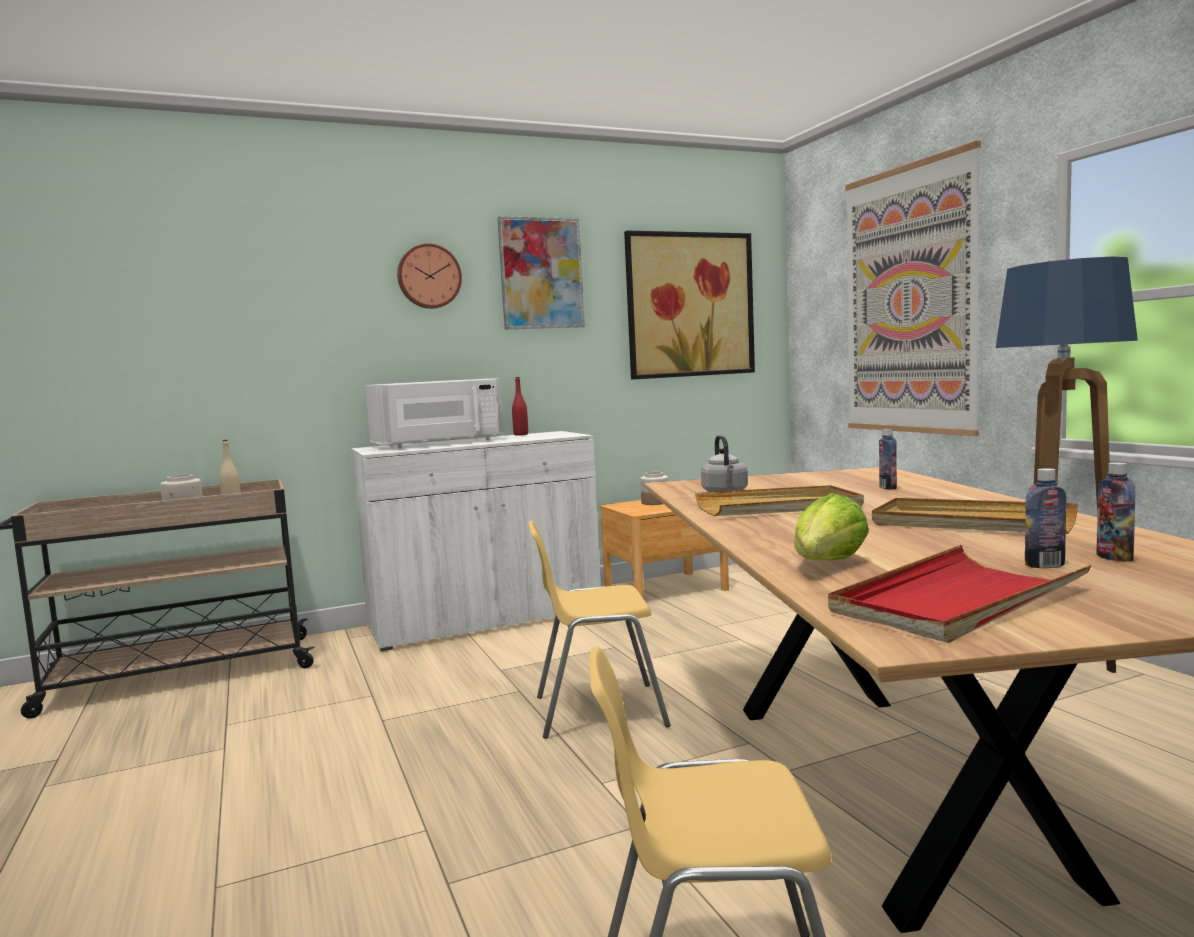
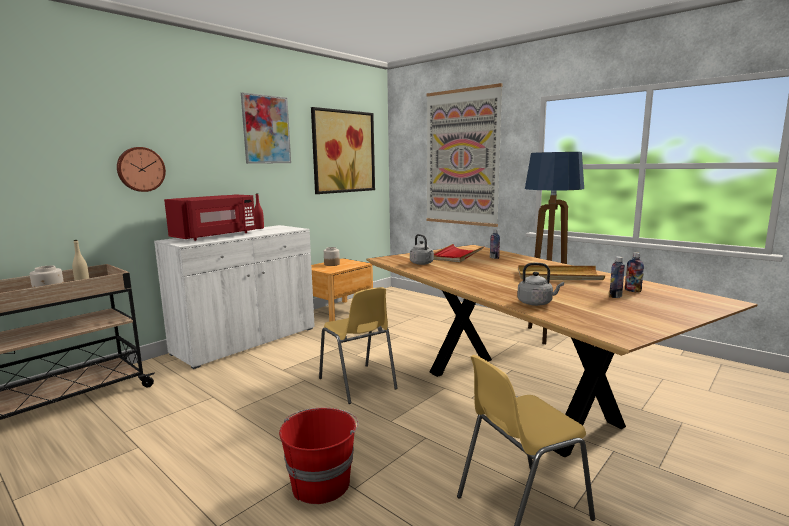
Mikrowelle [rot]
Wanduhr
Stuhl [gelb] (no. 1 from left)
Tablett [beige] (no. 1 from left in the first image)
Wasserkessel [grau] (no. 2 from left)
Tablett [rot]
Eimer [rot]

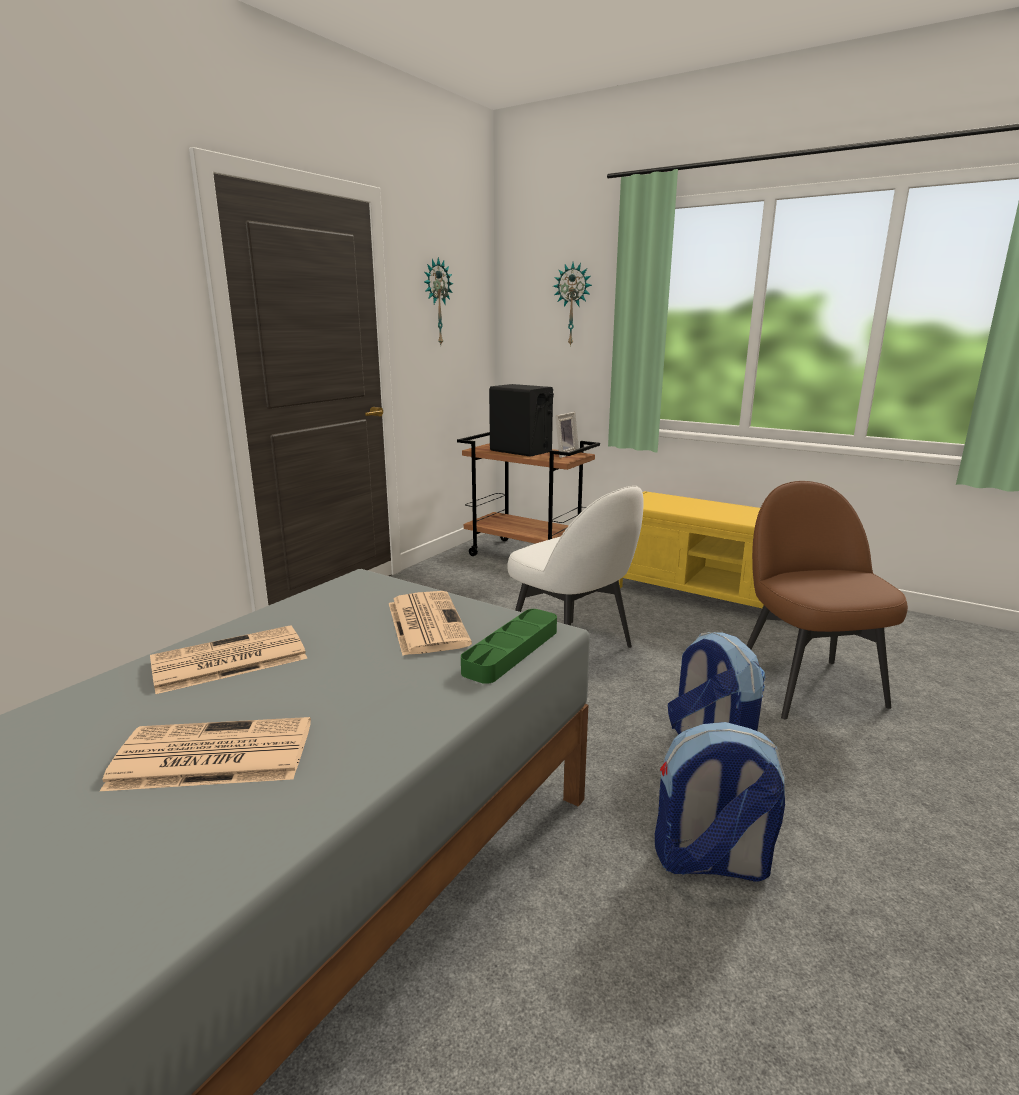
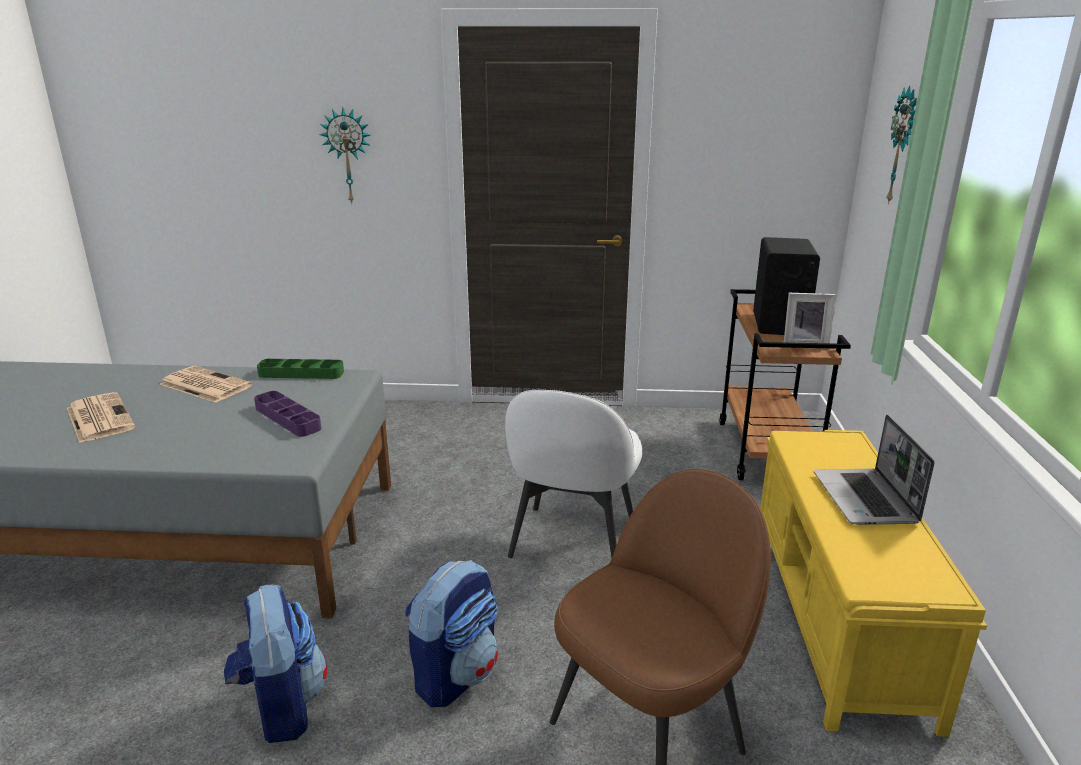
Tablett [lila]
Wanduhr (no. 1 from left)
Tablett [grün]
Laptop

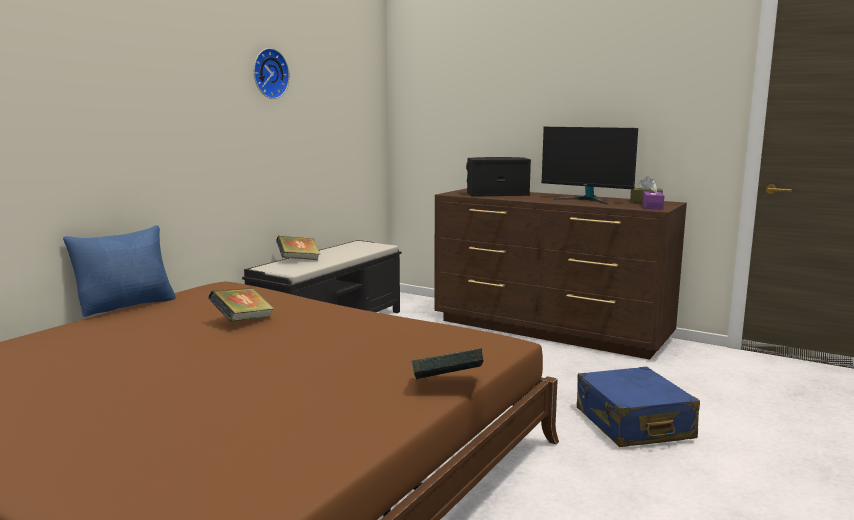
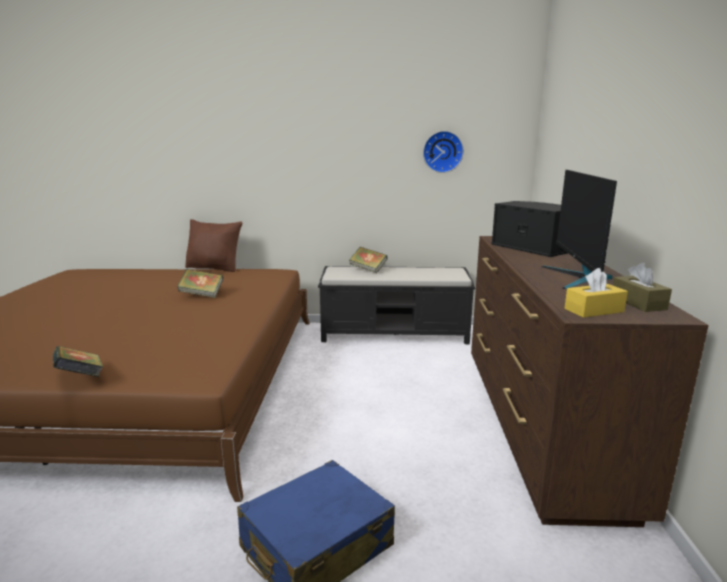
Kissen [braun]
Wanduhr
Taschentuchbox [gelb]

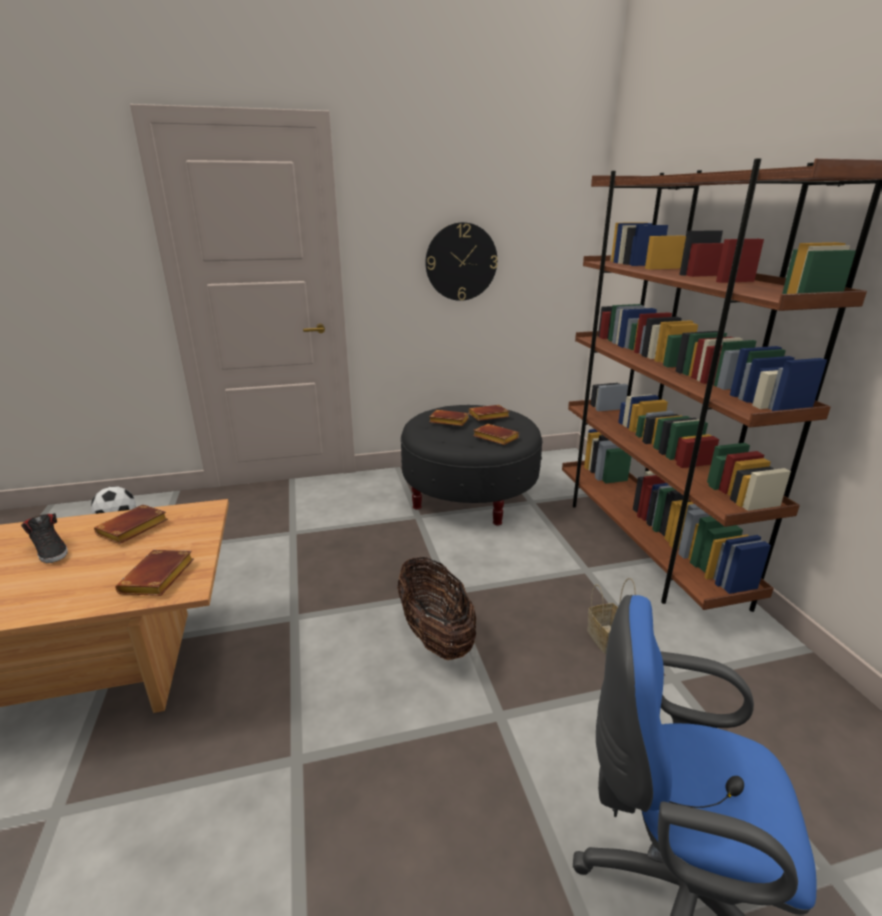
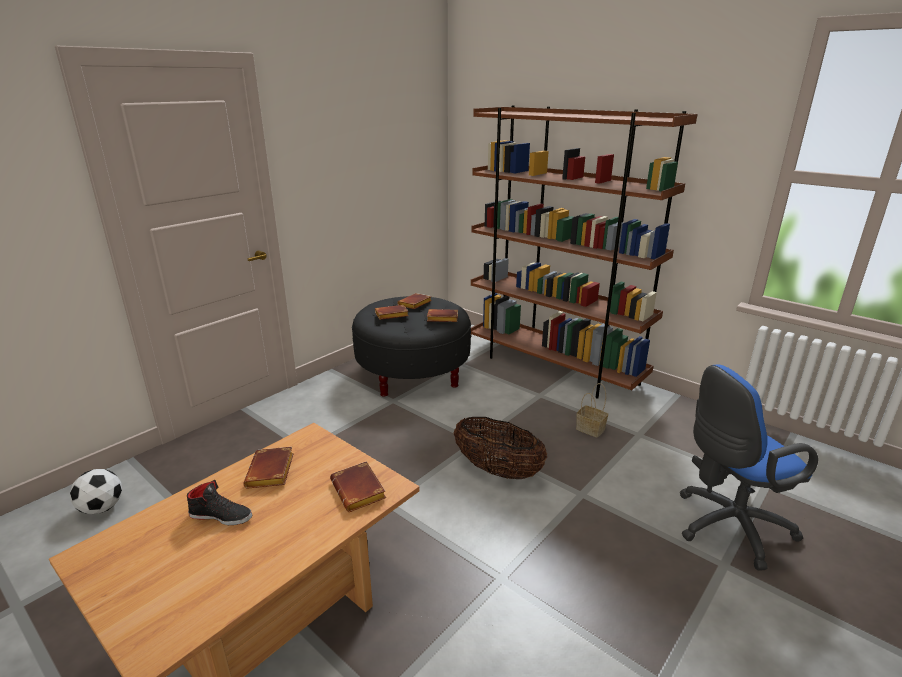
Wanduhr

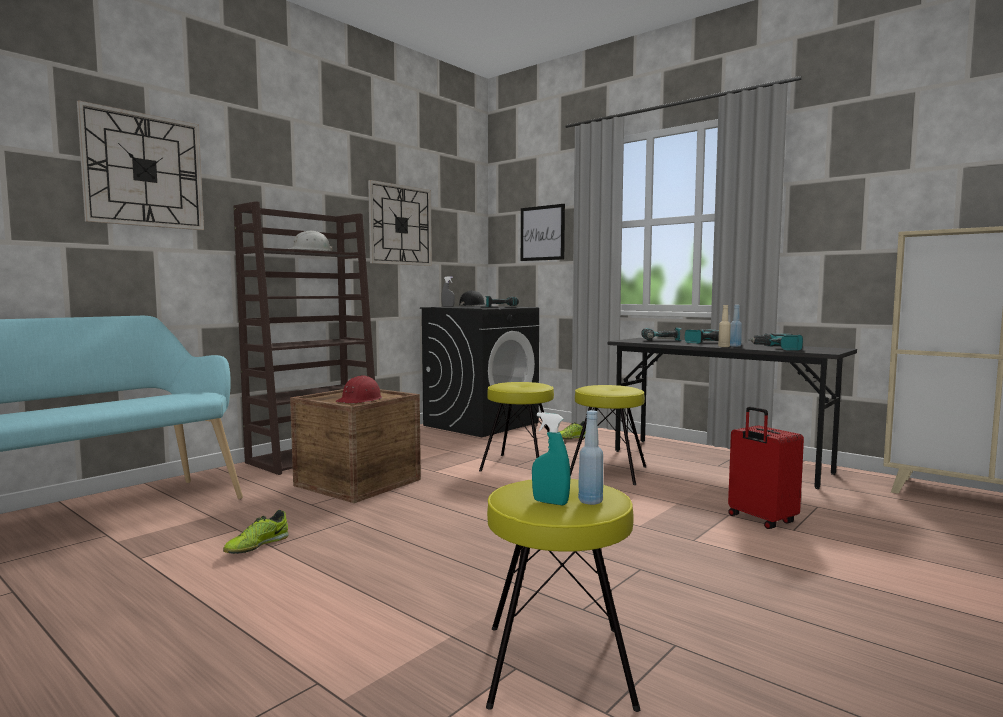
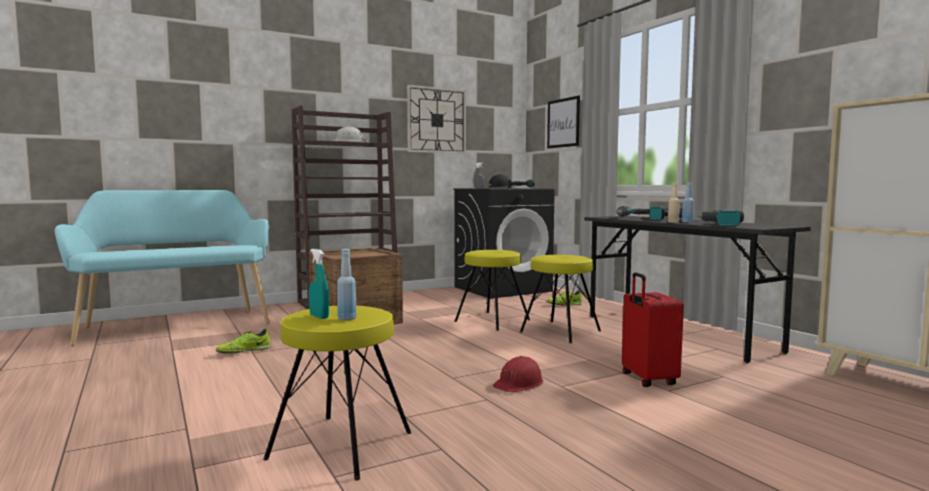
Wanduhr (no. 1 from left in the first image)
Schutzhelm [rot]

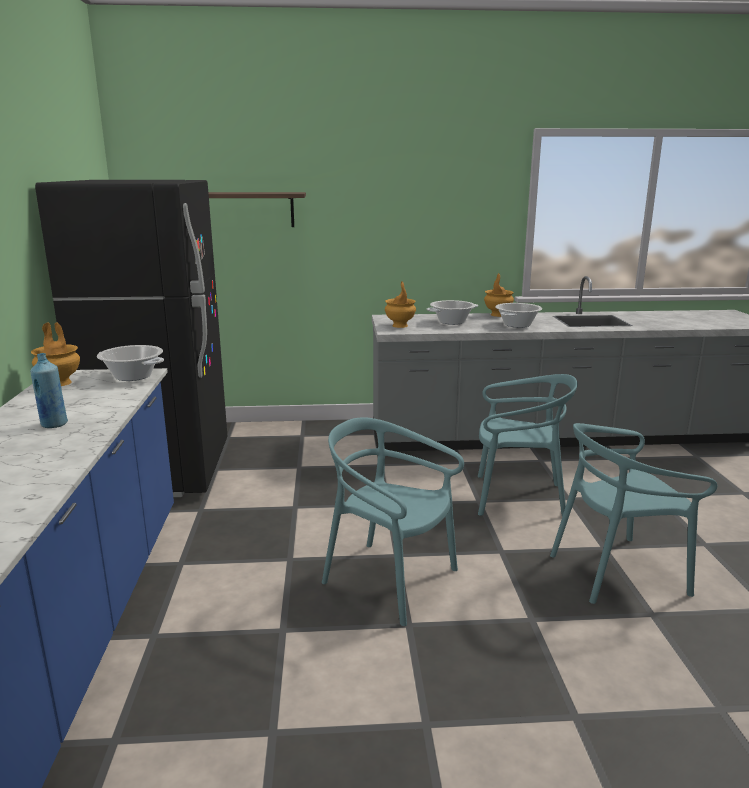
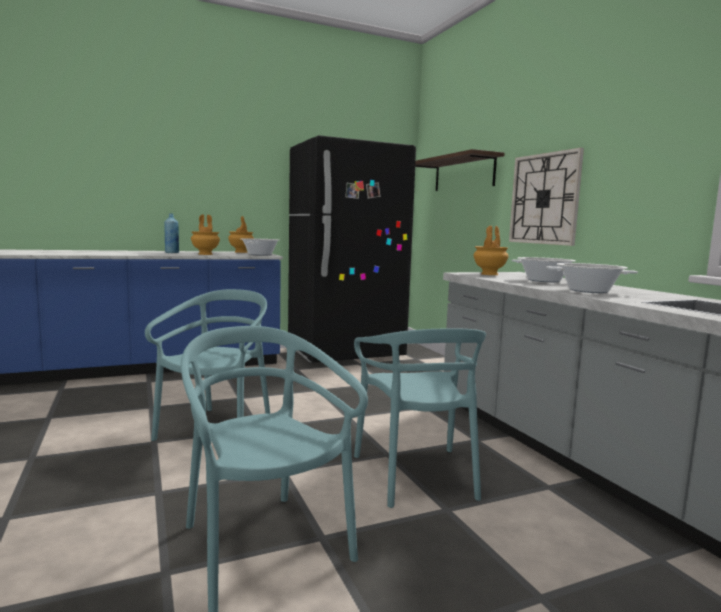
Vase [braun] (no. 1 from left)
Wanduhr

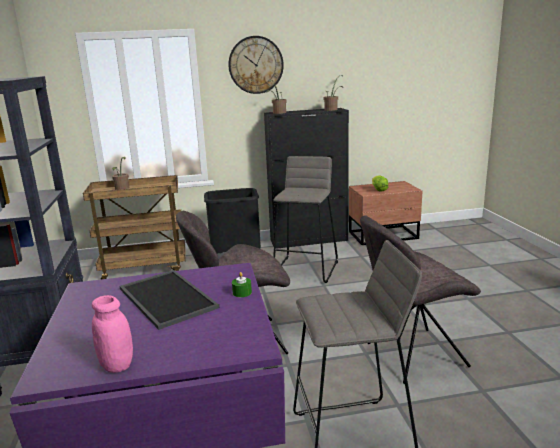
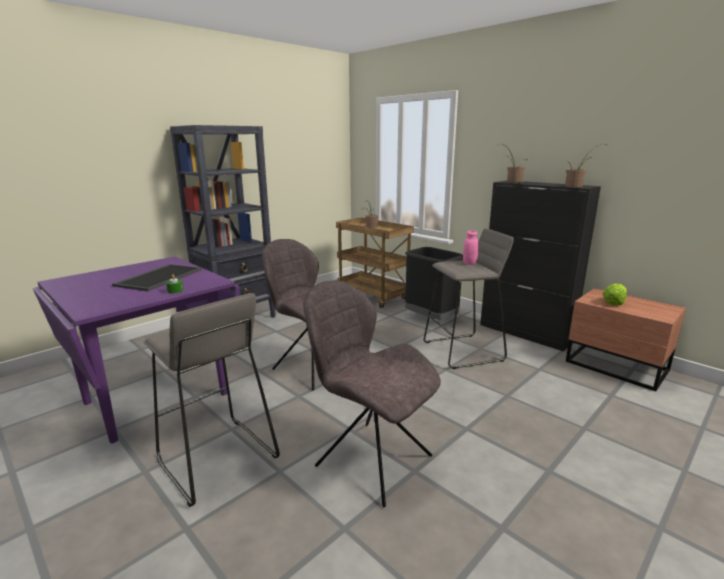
Vorratsglas [rosa]
Wanduhr

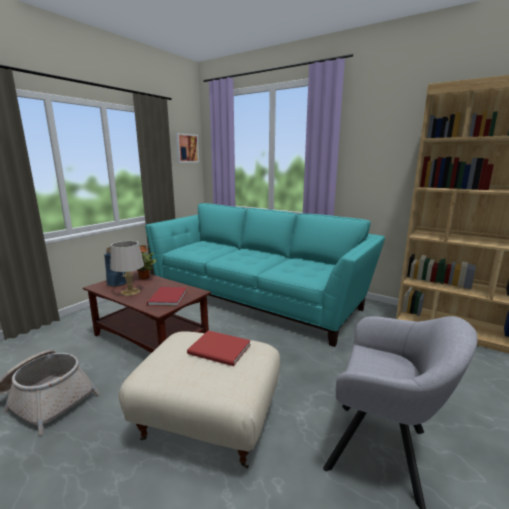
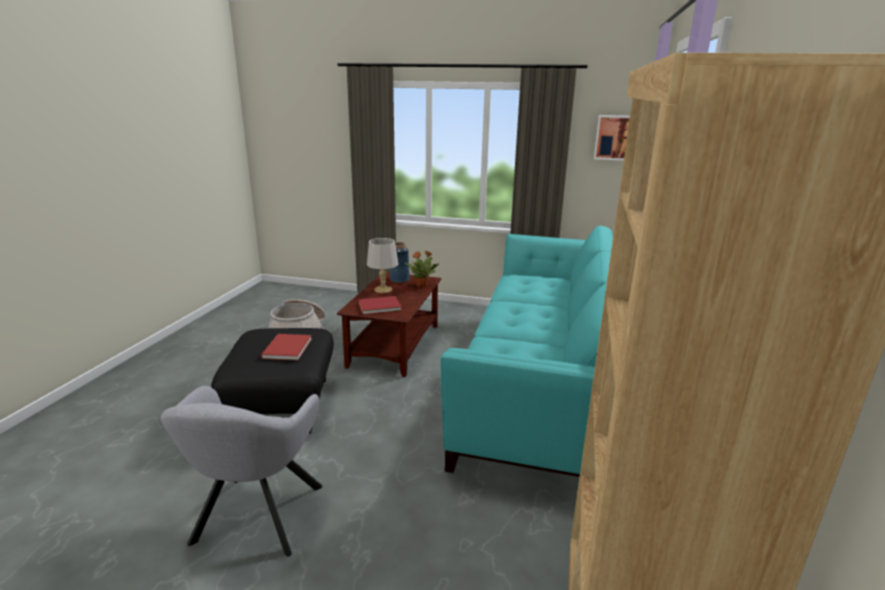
Polsterhocker [schwarz]

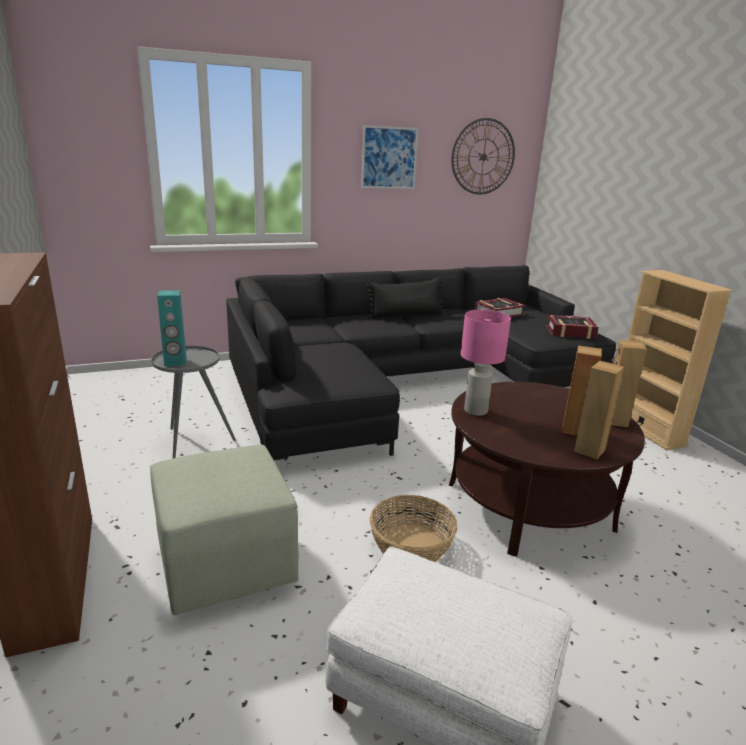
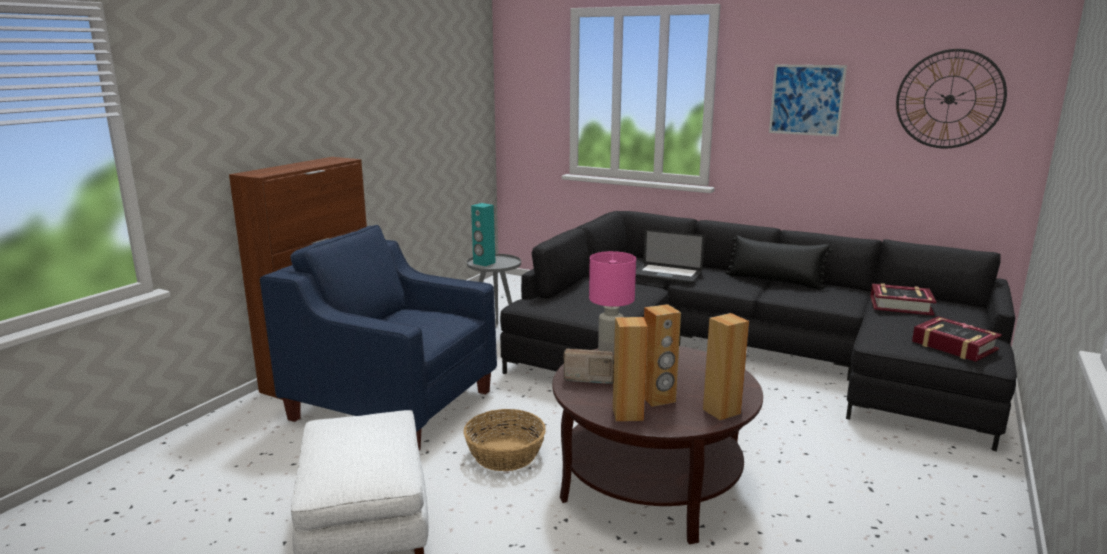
Sessel [blau]
Bücherregal [beige]
Radio
Laptop

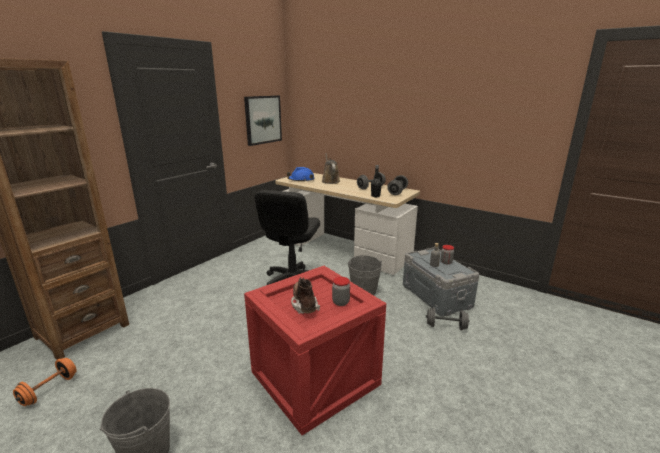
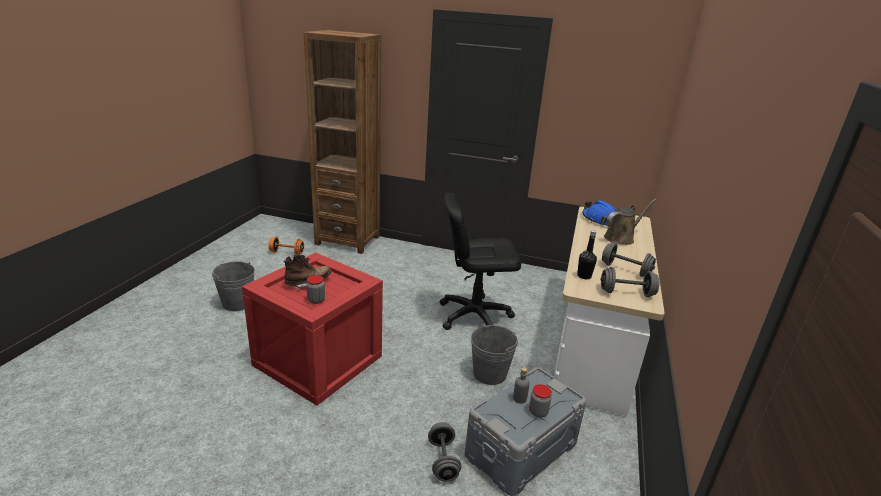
Bild

